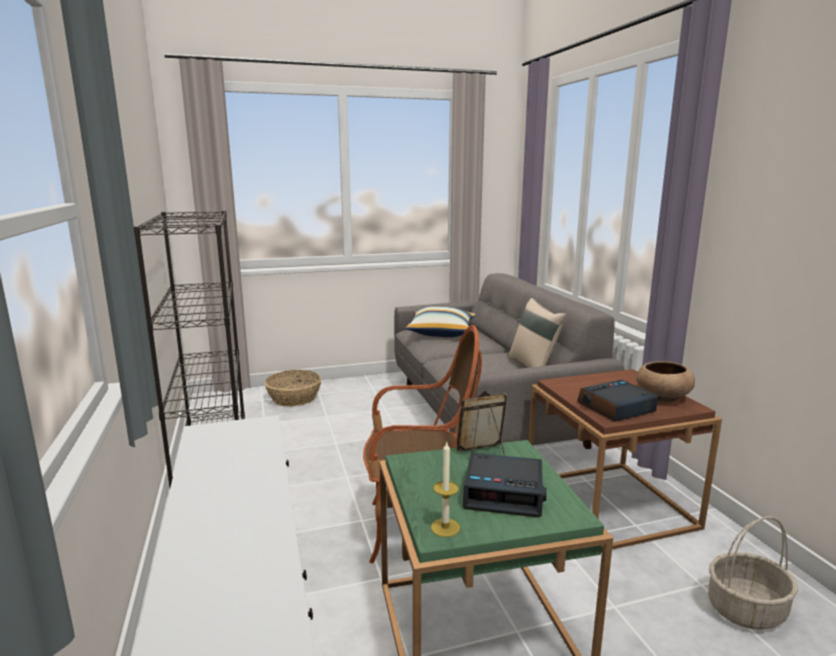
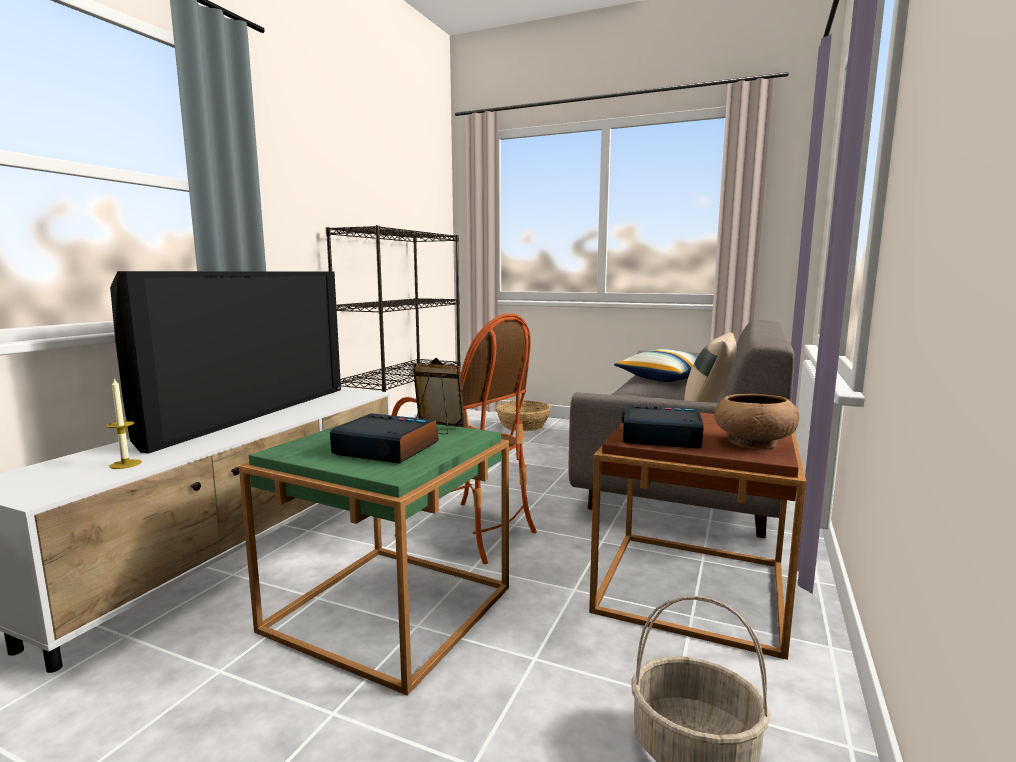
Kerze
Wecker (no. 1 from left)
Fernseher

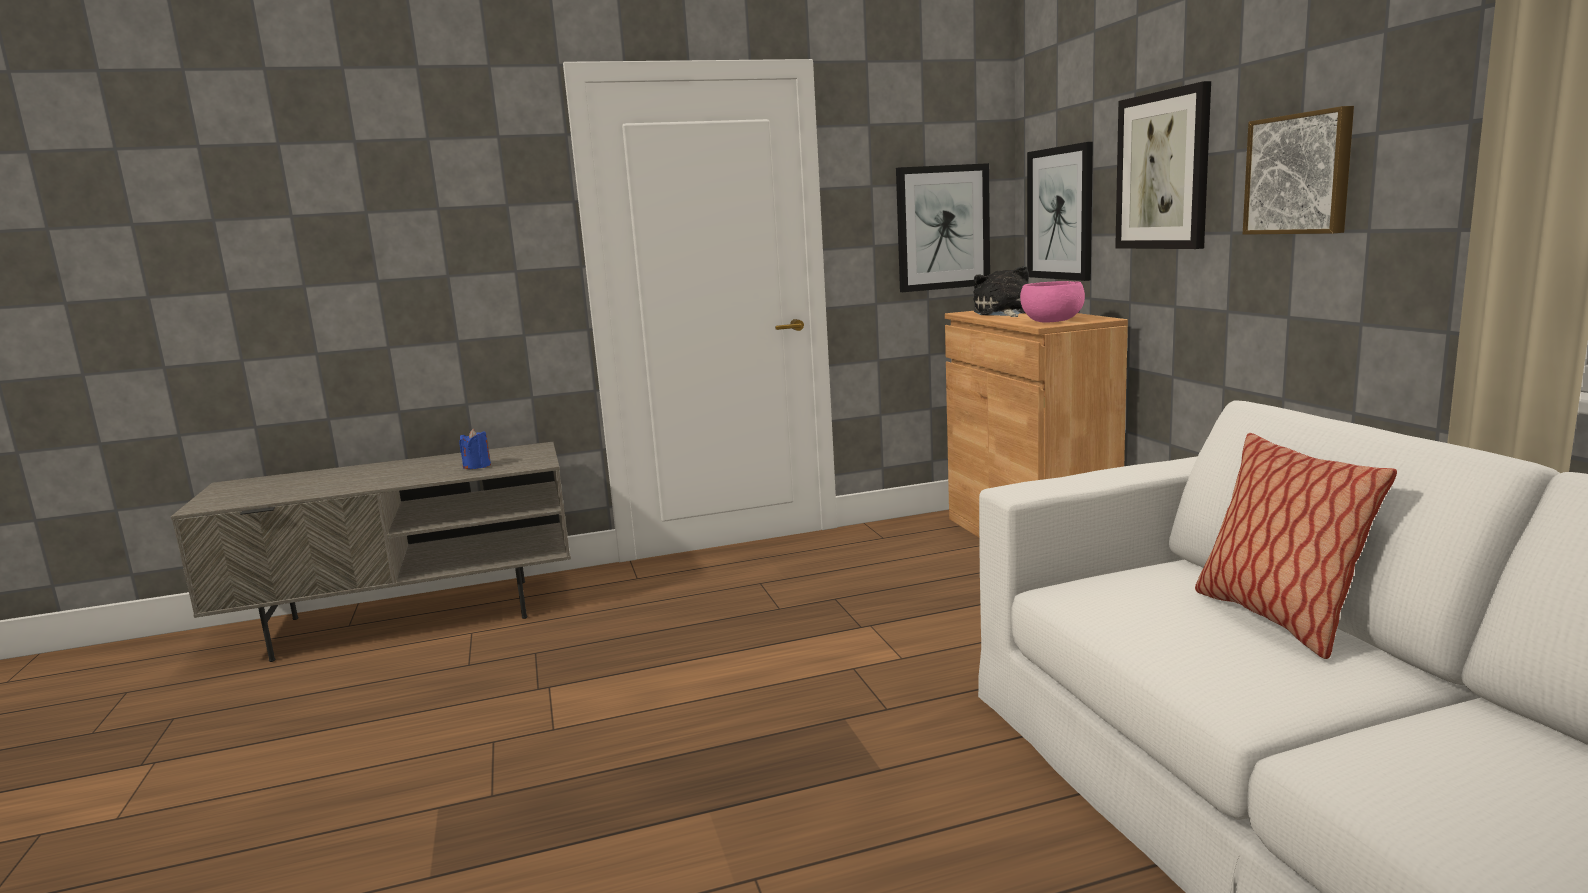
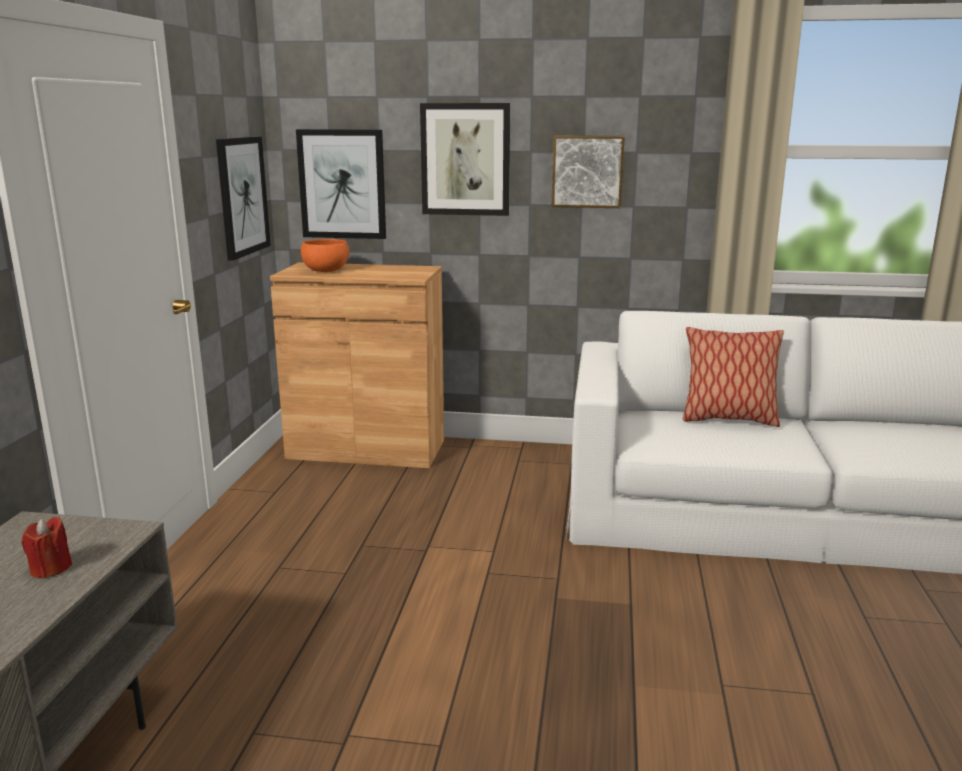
Kerze [rot]
Schüssel [orange]
Schüssel [rosa]

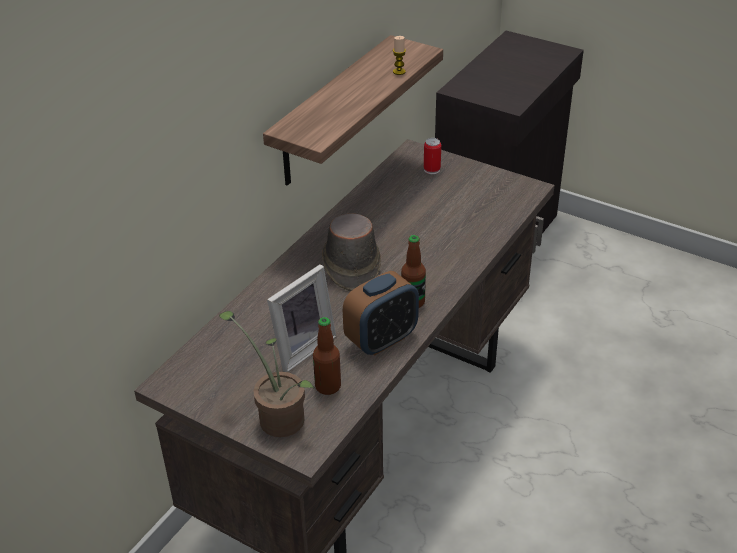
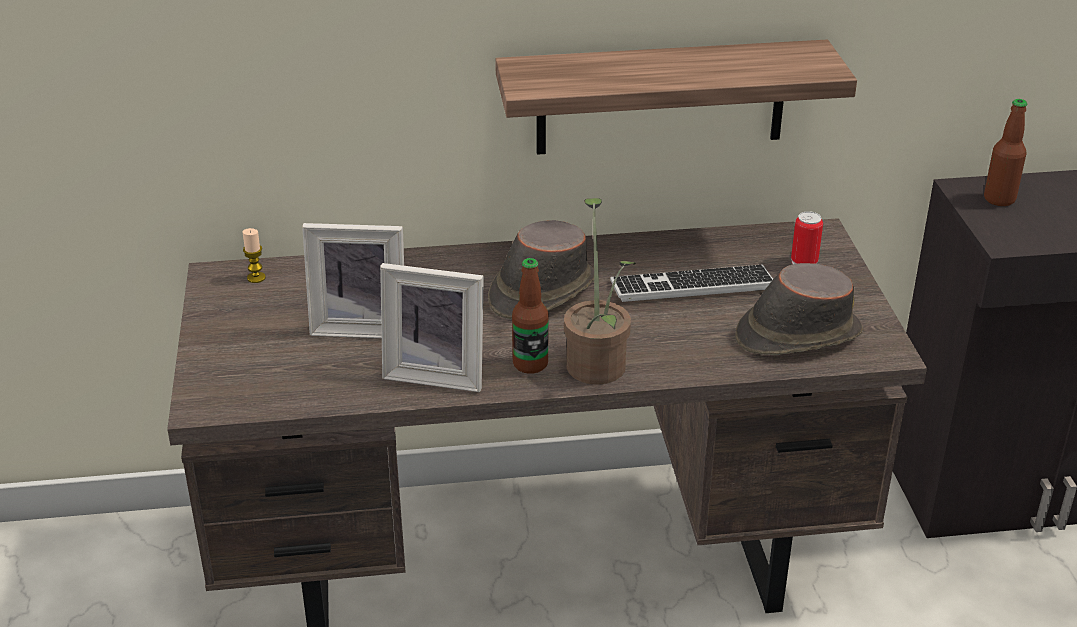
Topfpflanze
Flasche (no. 2 from left)
Bilderrahmen (no. 2 from left)
Kerze
Tastatur
Hut [braun] (no. 2 from left)

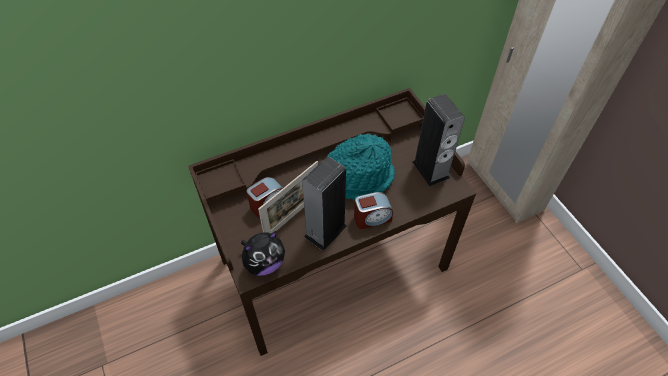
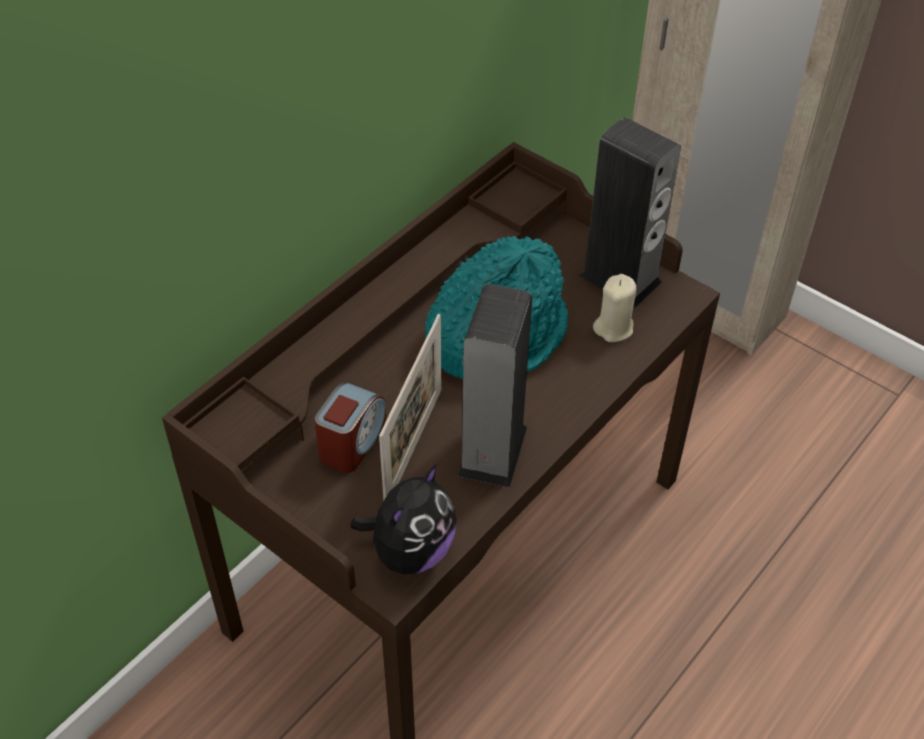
Wecker (no. 2 from left in the first image)
Kerze [beige]

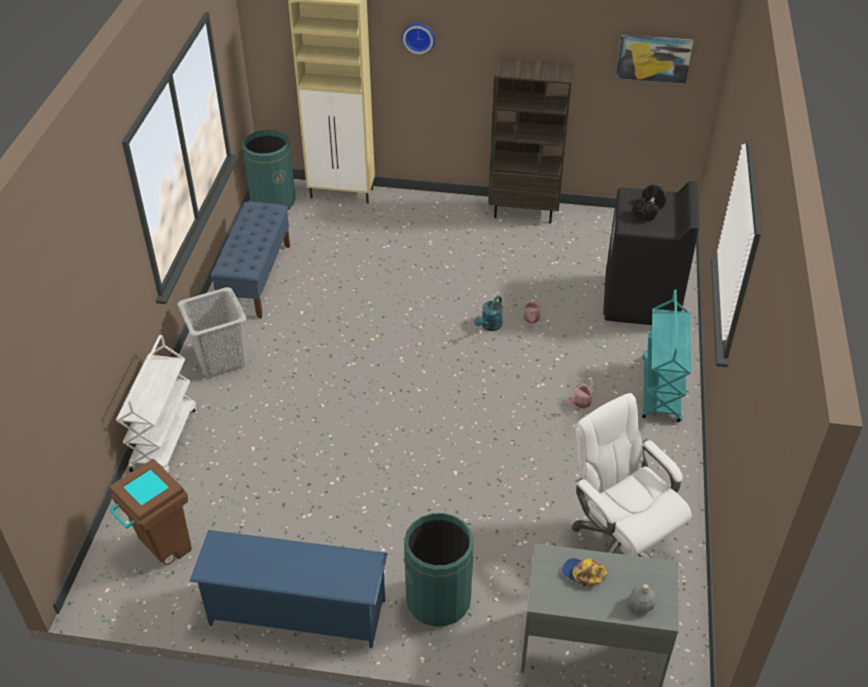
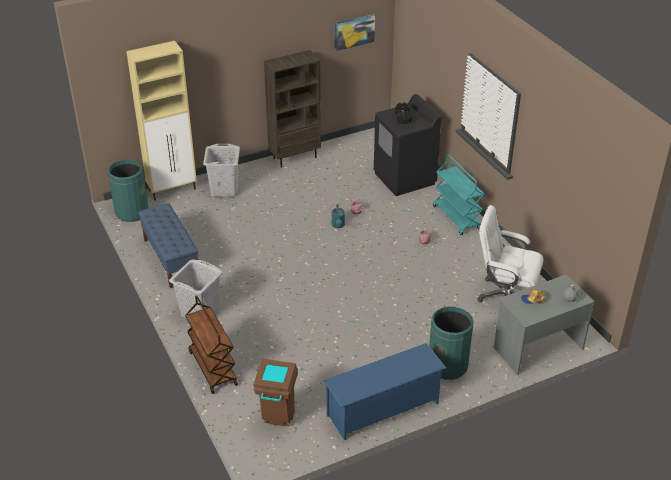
Rollwagen [braun]
Wanduhr
Wäschekorb [grau] (no. 2 from left)

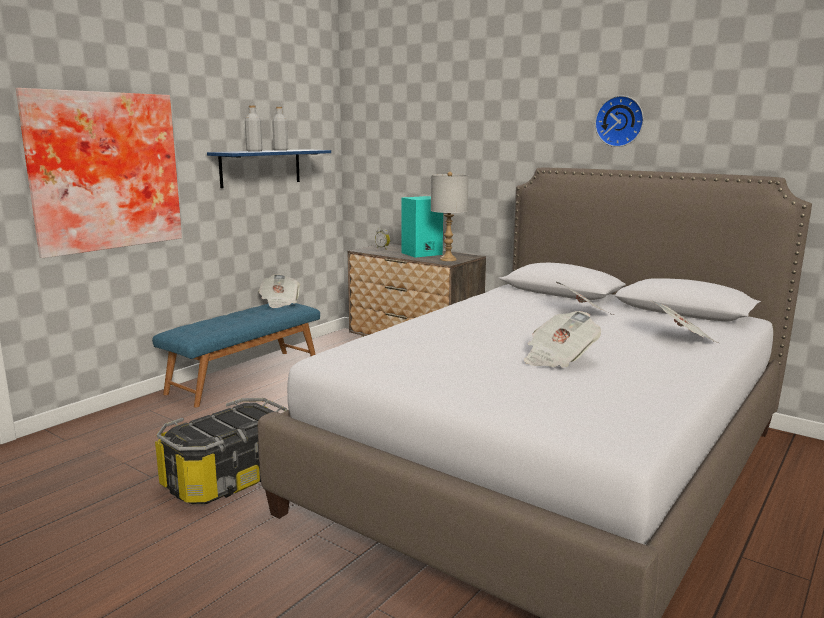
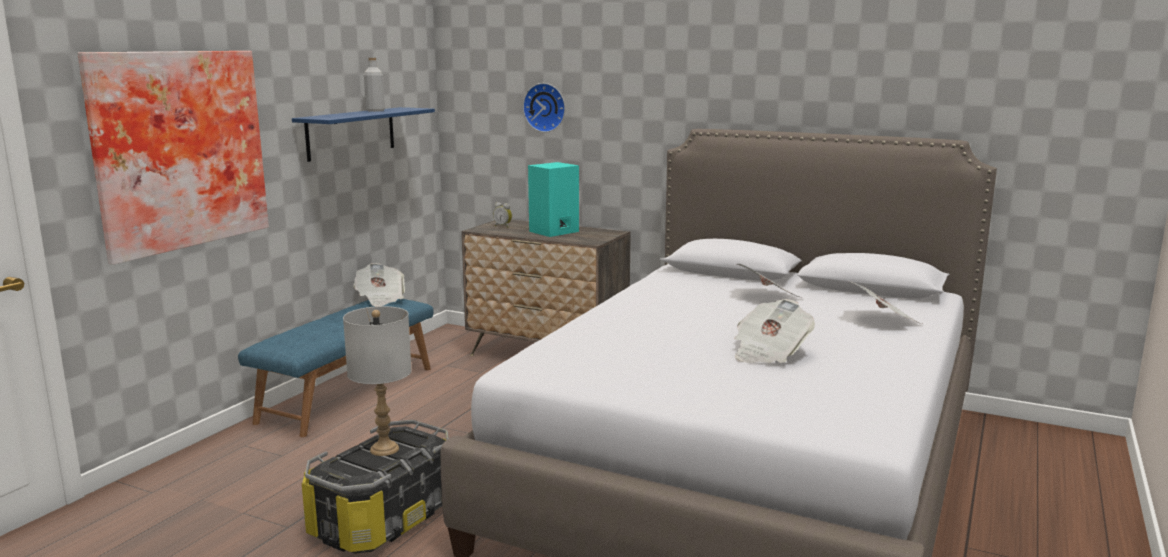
Flasche [grau] (no. 1 from left in the first image)
Tischlampe [grau]
Wanduhr

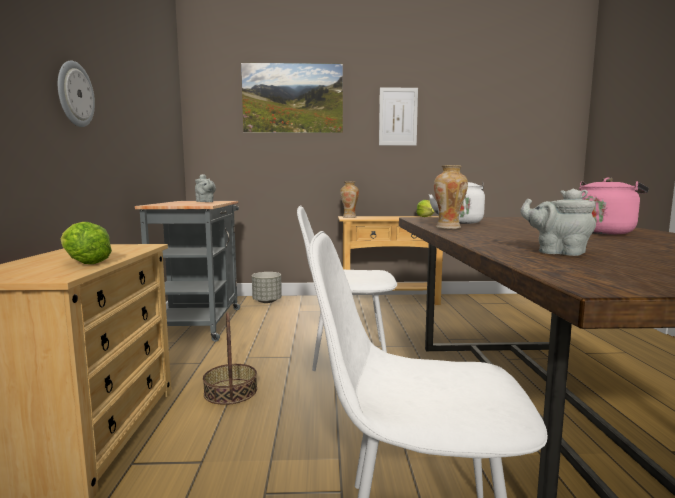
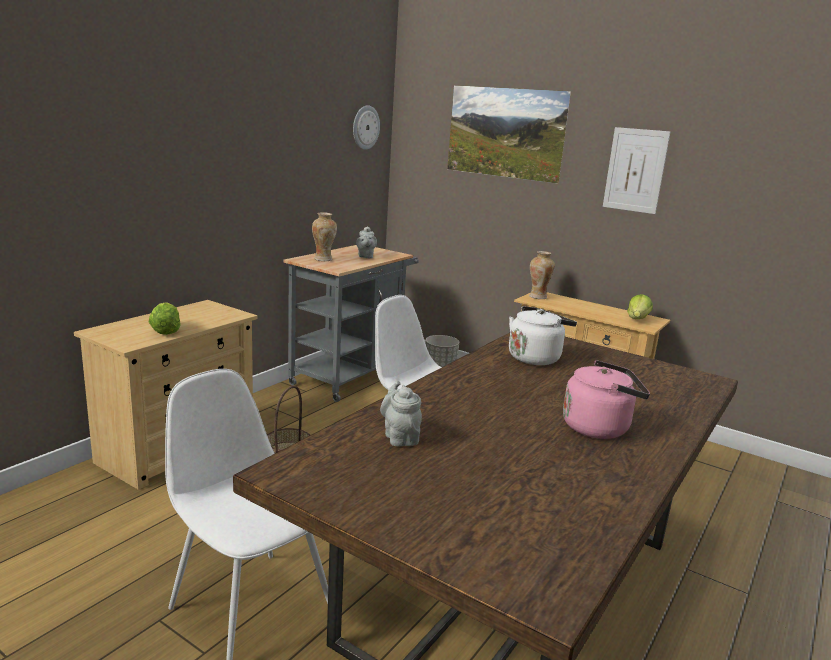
Wanduhr
Vase (no. 1 from left)

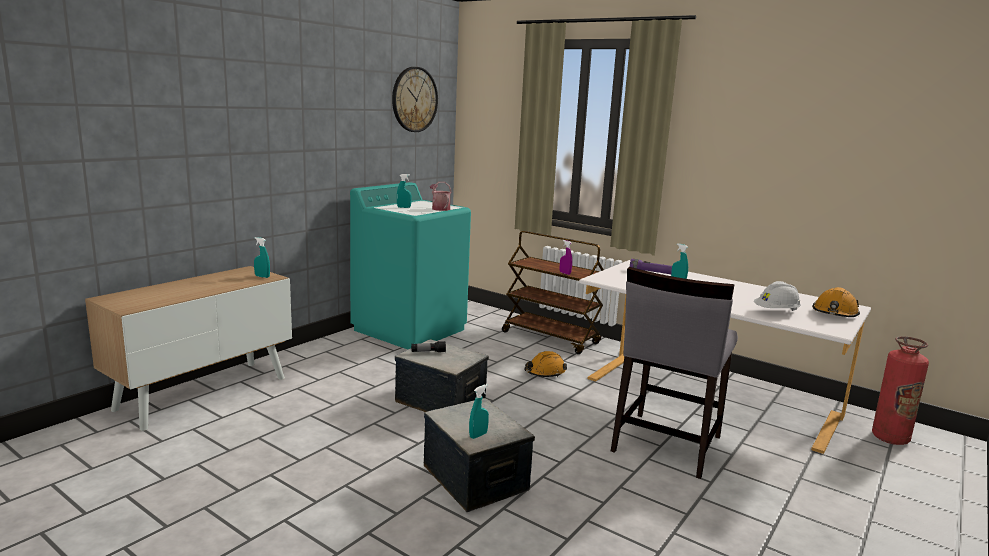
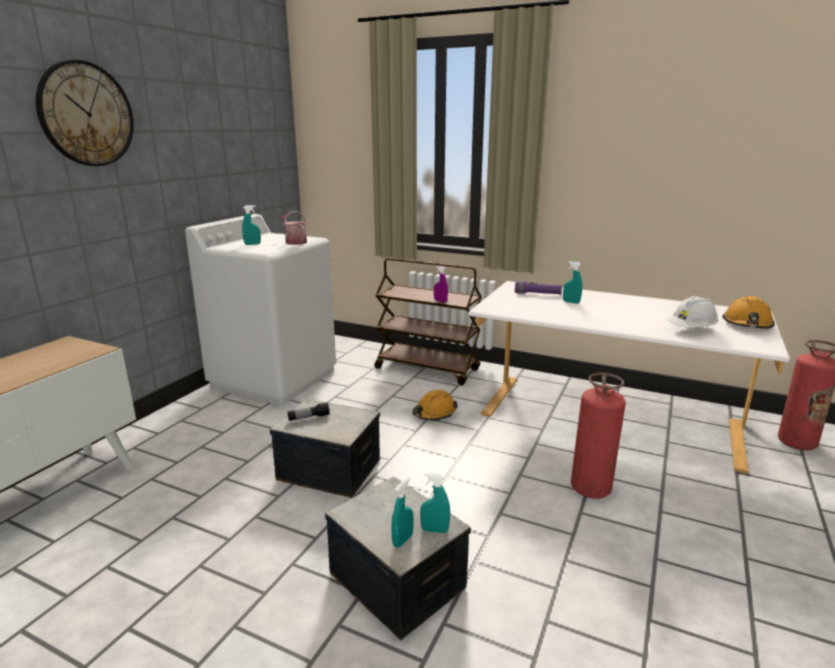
Sprühflasche [türkis] (no. 3 from left)
Waschmaschine [weiß]
Wanduhr
Feuerlöscher (no. 1 from left)

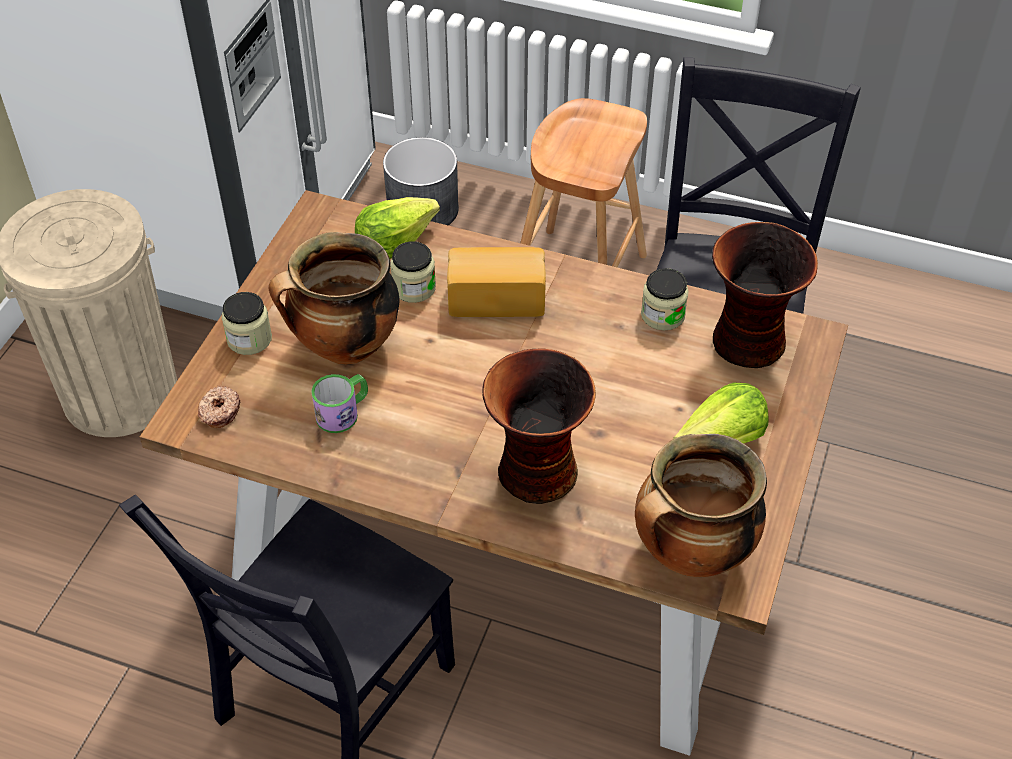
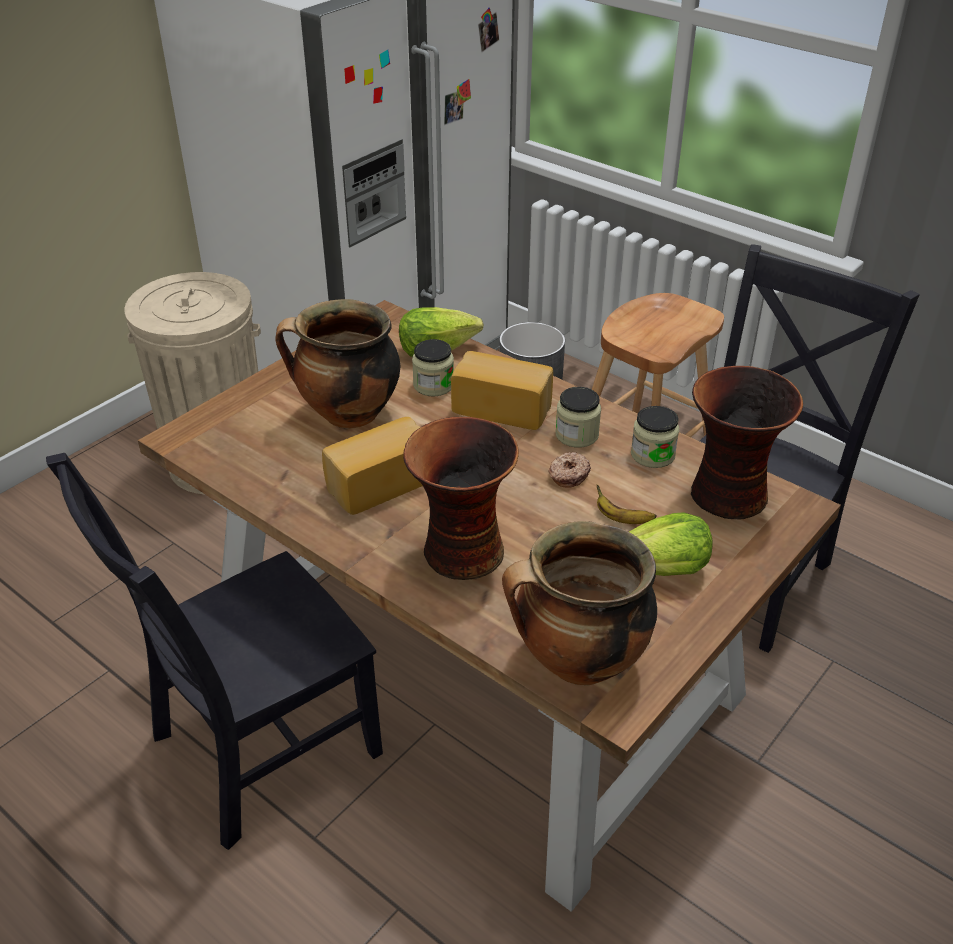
Donut
Vorratsglas (no. 2 from left)
Henkelbecher
Brot (no. 1 from left)
Banane

